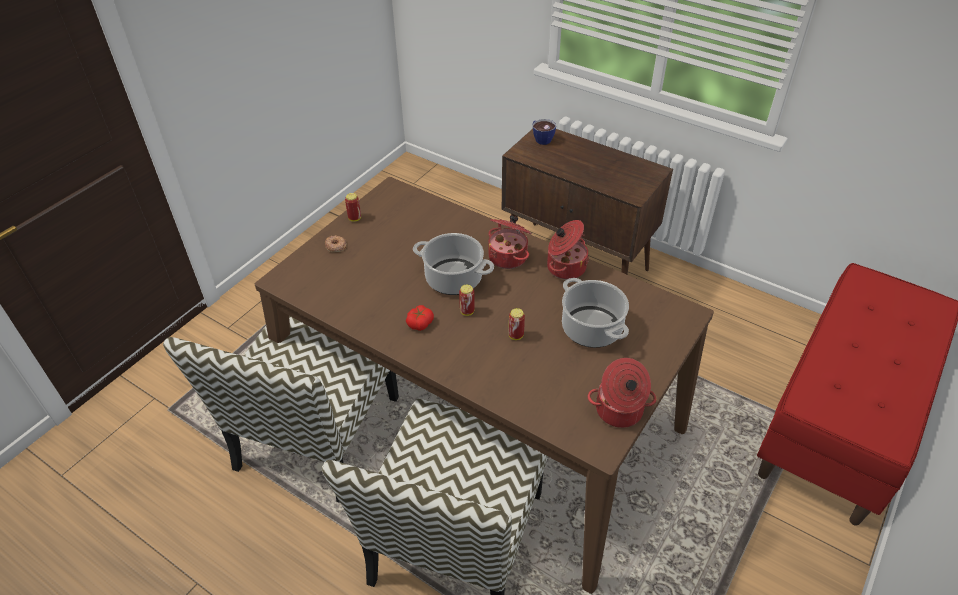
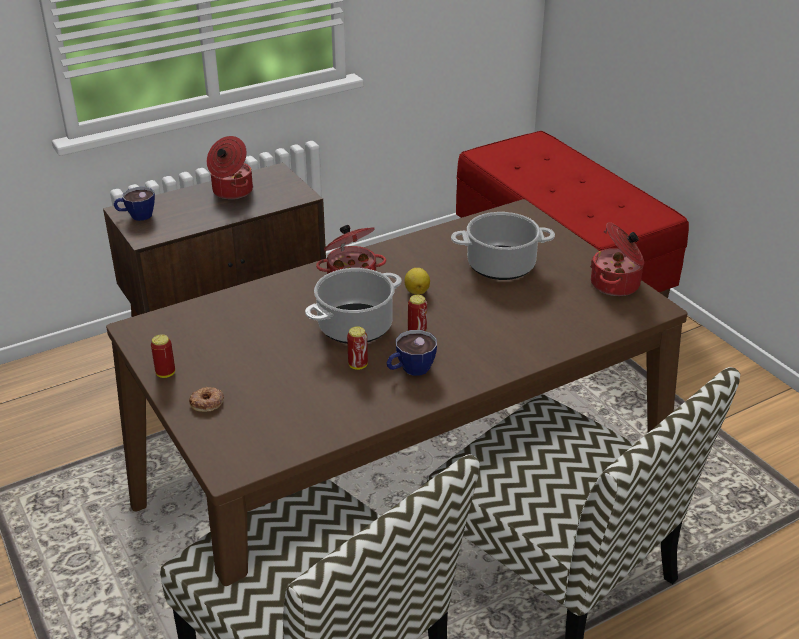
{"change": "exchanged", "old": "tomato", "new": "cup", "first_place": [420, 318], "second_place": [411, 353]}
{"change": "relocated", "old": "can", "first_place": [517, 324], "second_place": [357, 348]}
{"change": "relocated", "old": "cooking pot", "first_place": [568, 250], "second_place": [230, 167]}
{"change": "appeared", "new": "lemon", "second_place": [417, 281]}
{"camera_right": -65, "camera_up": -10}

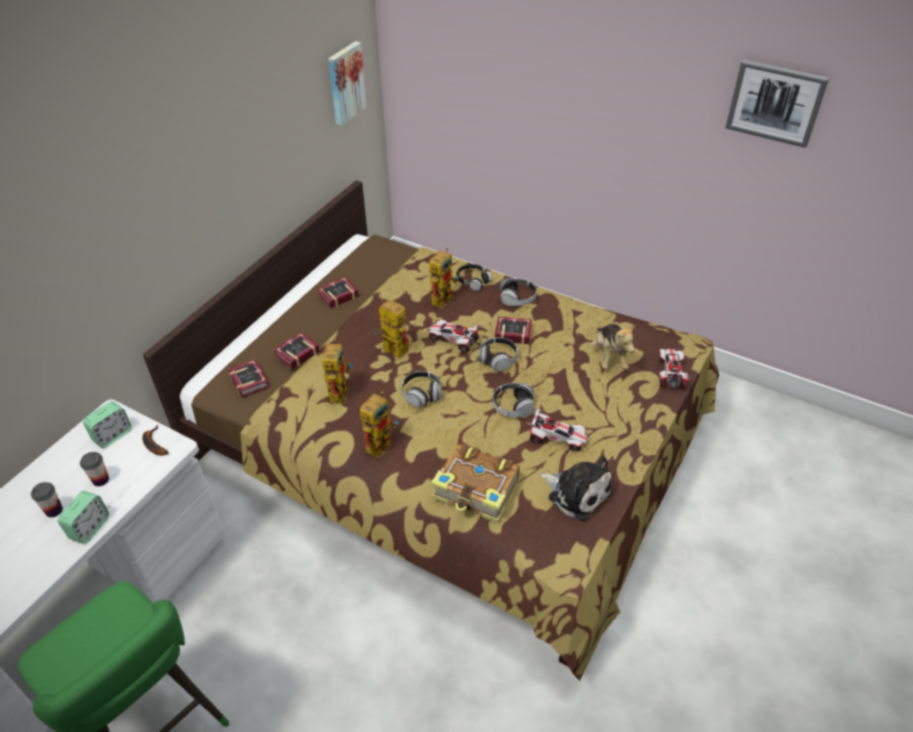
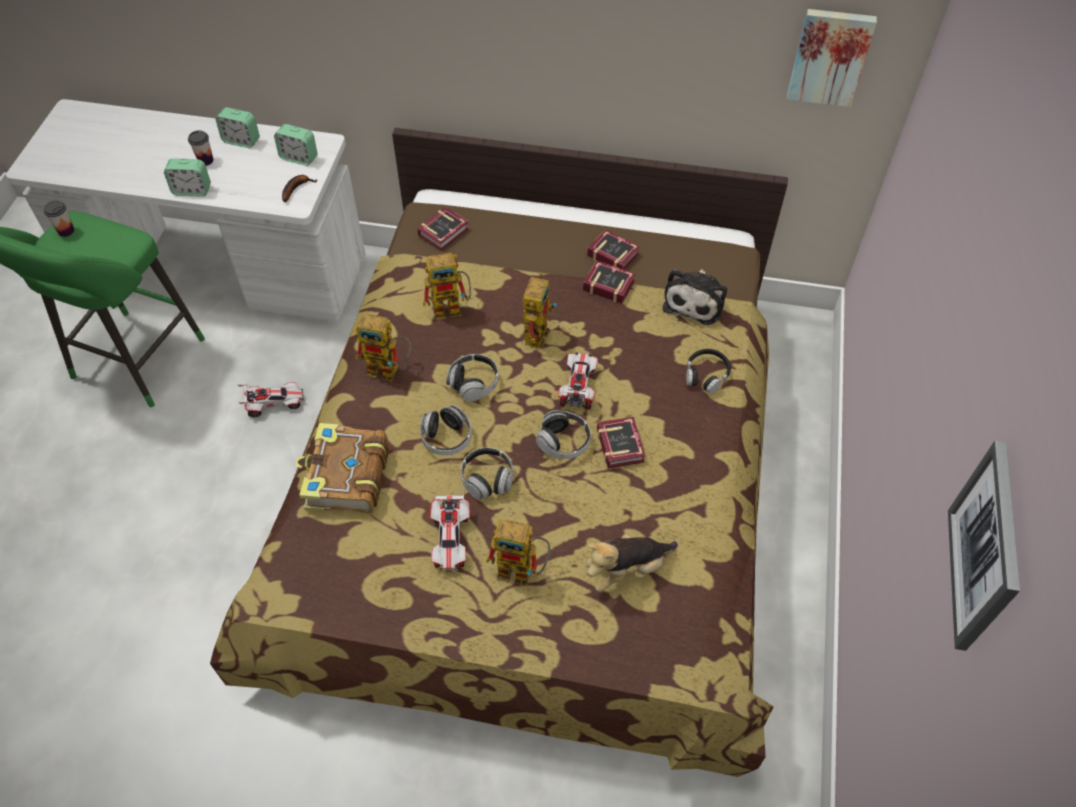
{"change": "relocated", "old": "cup", "first_place": [94, 469], "second_place": [59, 219]}
{"change": "relocated", "old": "book", "first_place": [297, 350], "second_place": [609, 282]}
{"change": "relocated", "old": "toy robot", "first_place": [444, 278], "second_place": [518, 552]}
{"change": "relocated", "old": "headphones", "first_place": [518, 292], "second_place": [446, 430]}
{"change": "relocated", "old": "plush toy", "first_place": [576, 488], "second_place": [695, 297]}
{"change": "relocated", "old": "toy car", "first_place": [674, 368], "second_place": [271, 399]}
{"change": "appeared", "new": "alarm clock", "second_place": [237, 127]}
{"camera_right": 70, "camera_up": 10}

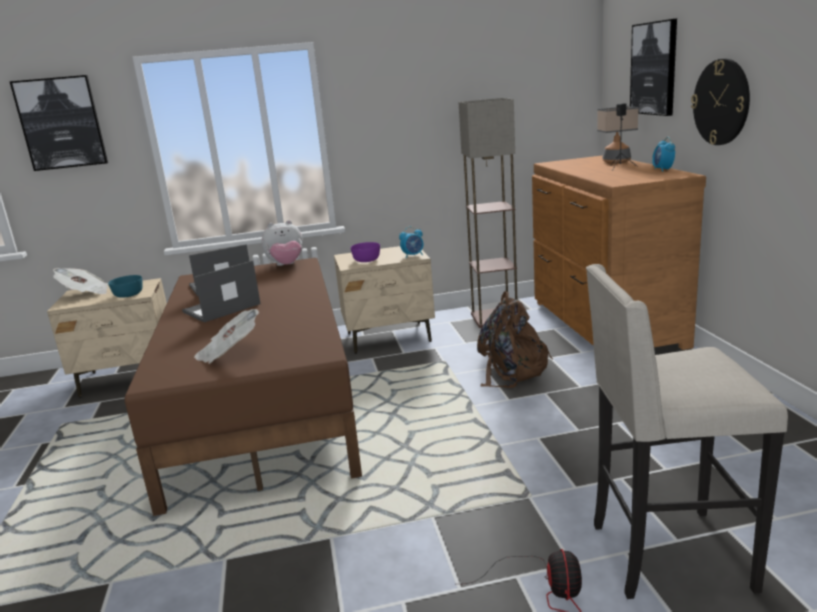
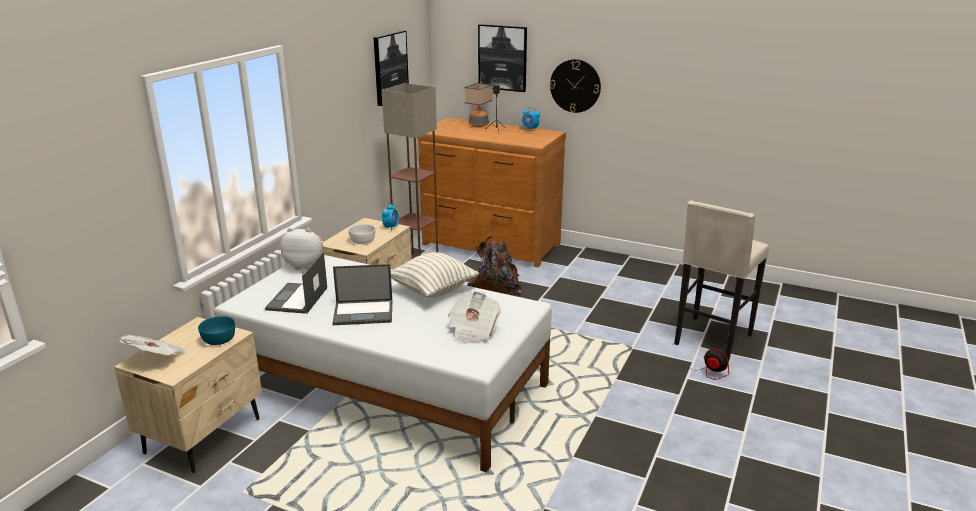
{"change": "relocated", "old": "picture", "first_place": [59, 123], "second_place": [391, 68]}
{"change": "colour", "old": "bed in brown", "new": "bed in white", "first_place": [243, 387], "second_place": [383, 364]}
{"change": "spun", "old": "laptop", "first_place": [221, 291], "second_place": [362, 294], "degrees": -90}
{"change": "spun", "old": "plush toy", "first_place": [282, 243], "second_place": [301, 249], "degrees": -105}
{"change": "colour", "old": "bowl in purple", "new": "bowl in white", "first_place": [365, 252], "second_place": [362, 234]}
{"change": "appeared", "new": "pillow", "second_place": [435, 274]}
{"camera_right": -55, "camera_up": 5}

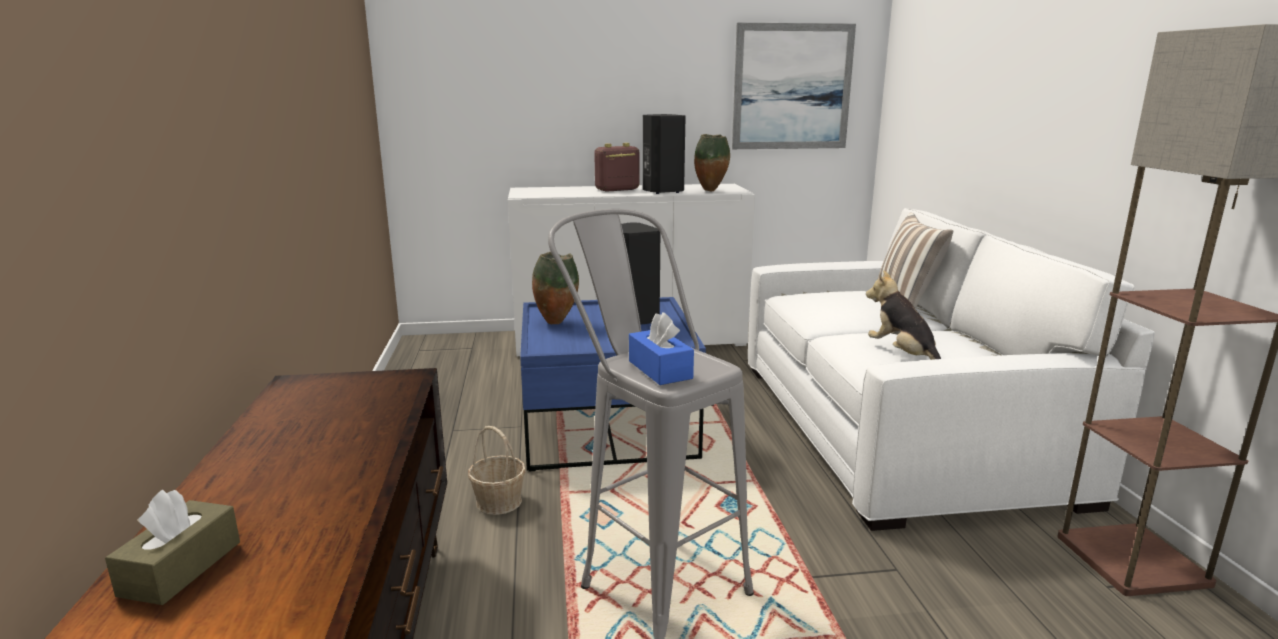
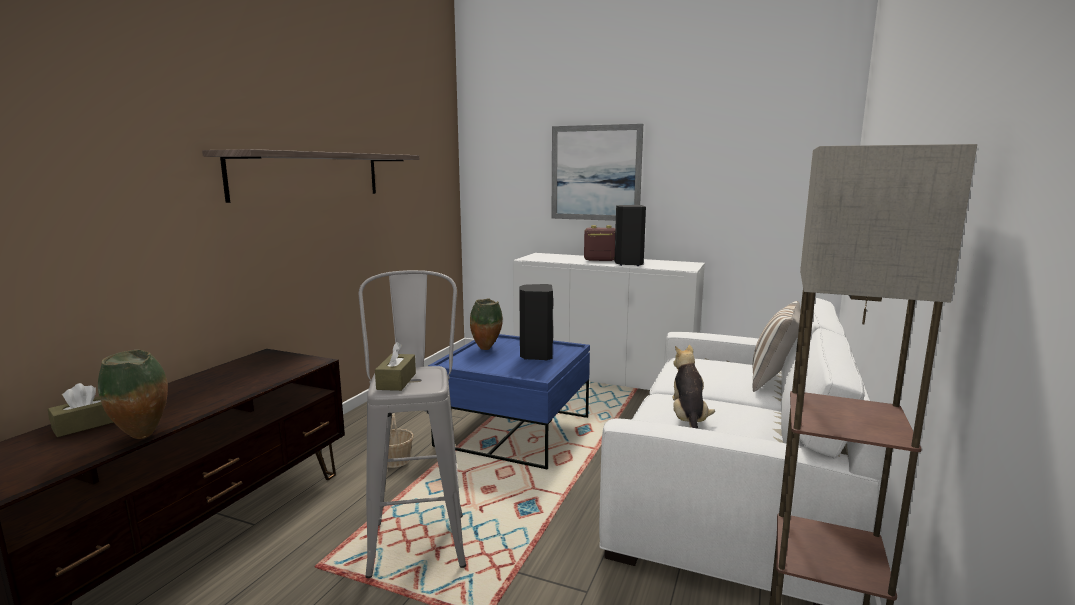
{"change": "colour", "old": "tissue box in blue", "new": "tissue box in brown", "first_place": [661, 348], "second_place": [395, 366]}
{"change": "relocated", "old": "vase", "first_place": [712, 163], "second_place": [133, 394]}
{"change": "relocated", "old": "picture", "first_place": [794, 86], "second_place": [597, 172]}
{"change": "appeared", "new": "shelf", "second_place": [311, 176]}
{"camera_right": 30, "camera_up": -5}

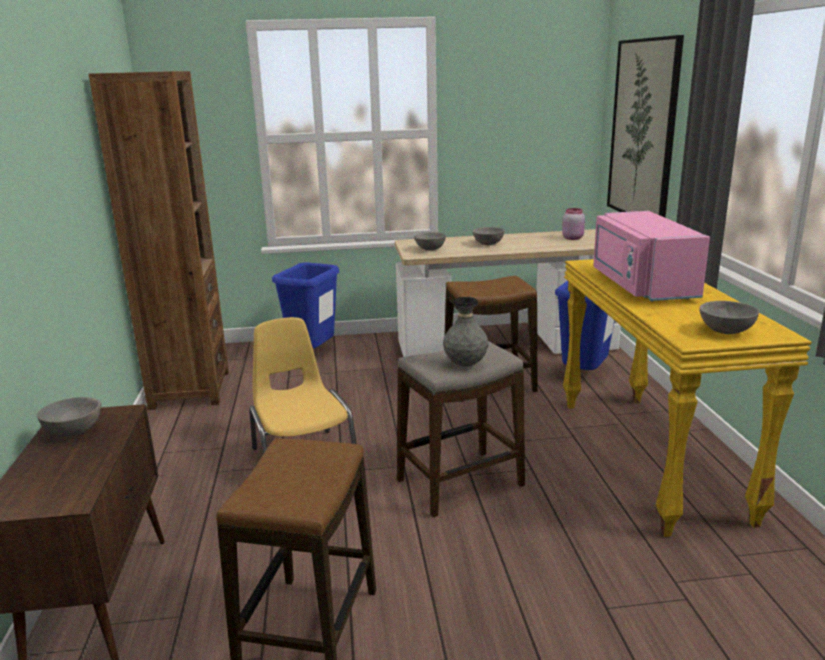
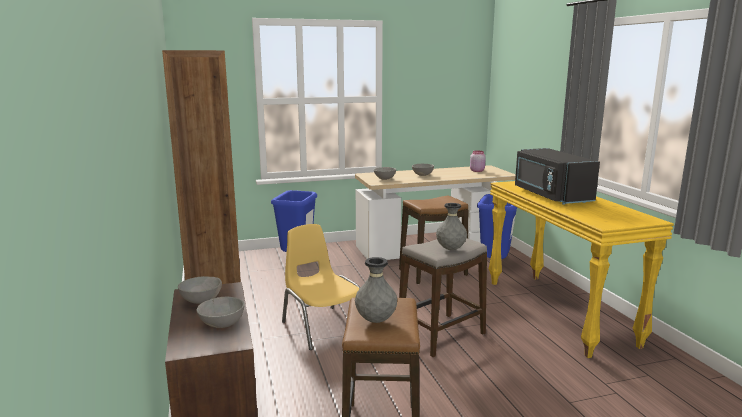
{"change": "colour", "old": "microwave in pink", "new": "microwave in black", "first_place": [651, 256], "second_place": [557, 176]}
{"change": "missing", "old": "picture", "first_place": [645, 126]}
{"change": "relocated", "old": "bowl in grey", "first_place": [729, 317], "second_place": [220, 312]}
{"change": "appeared", "new": "vase in grey", "second_place": [376, 290]}
{"camera_right": -10, "camera_up": -5}

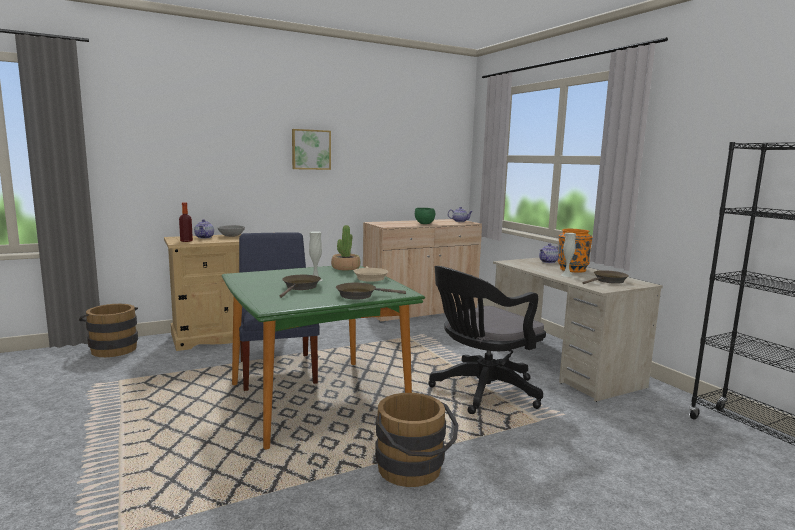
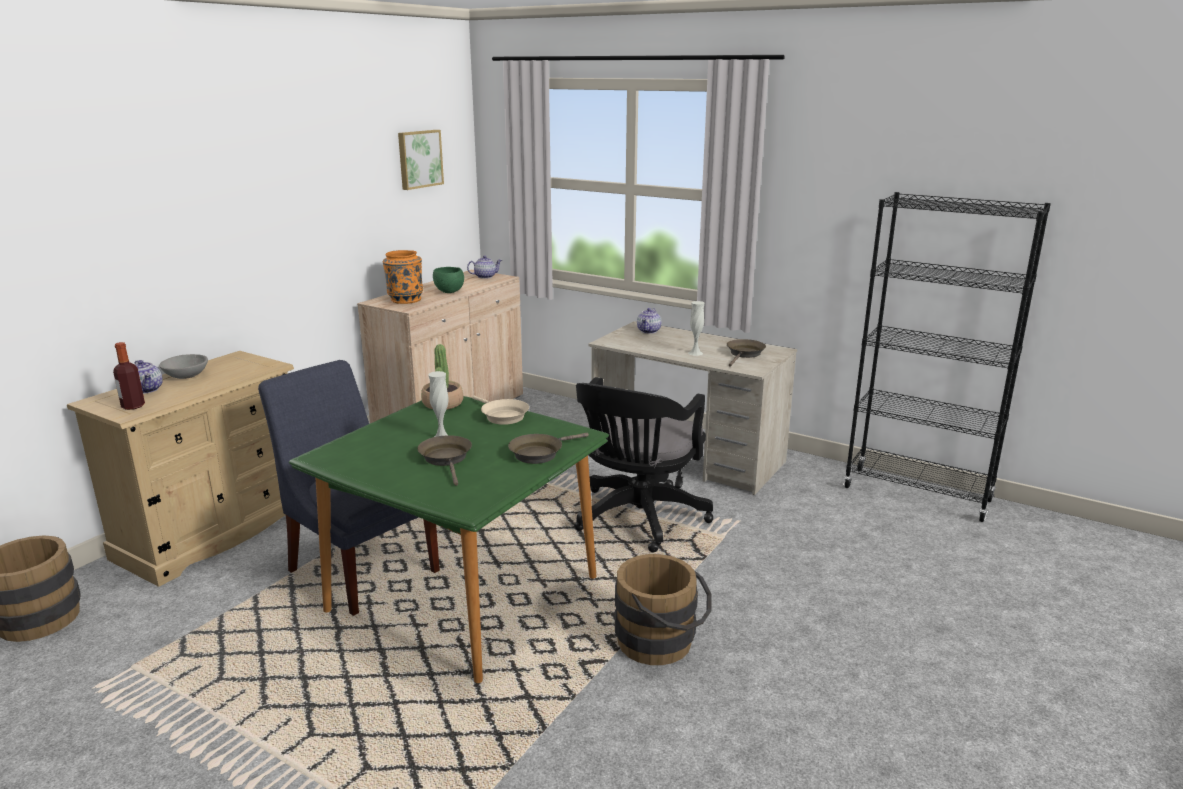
{"change": "relocated", "old": "picture", "first_place": [311, 149], "second_place": [421, 160]}
{"change": "relocated", "old": "vase in orange", "first_place": [575, 251], "second_place": [403, 277]}
{"camera_right": -30, "camera_up": 10}

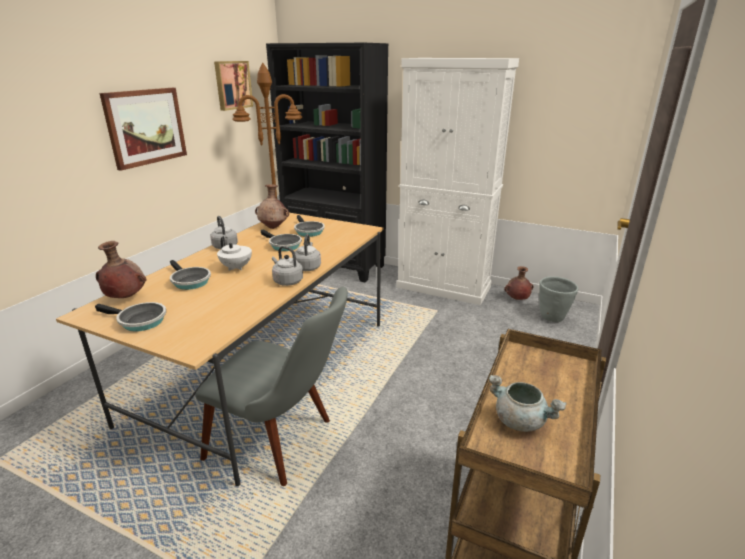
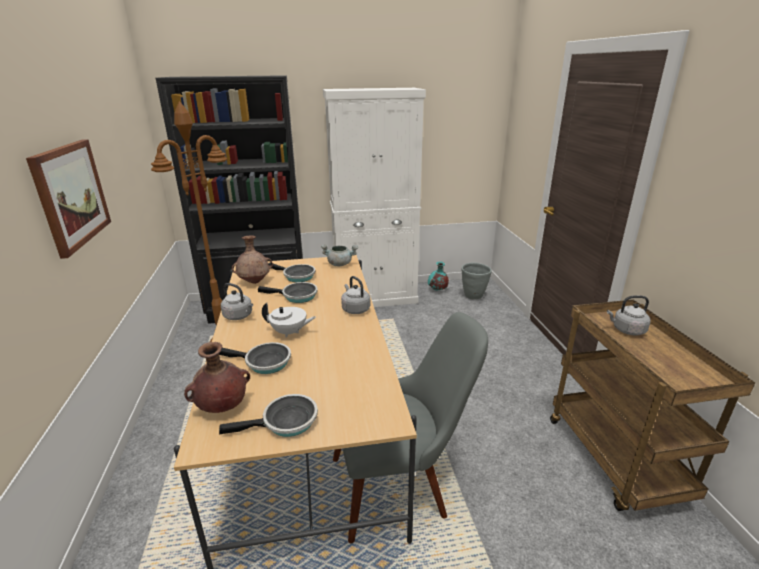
{"change": "missing", "old": "picture", "first_place": [233, 86]}
{"change": "relocated", "old": "kettle in grey", "first_place": [287, 266], "second_place": [629, 315]}
{"change": "relocated", "old": "cooking pot in grey", "first_place": [527, 403], "second_place": [339, 255]}
{"change": "colour", "old": "vase in brown", "new": "vase in turquoise", "first_place": [519, 283], "second_place": [438, 275]}
{"camera_right": -35, "camera_up": 0}

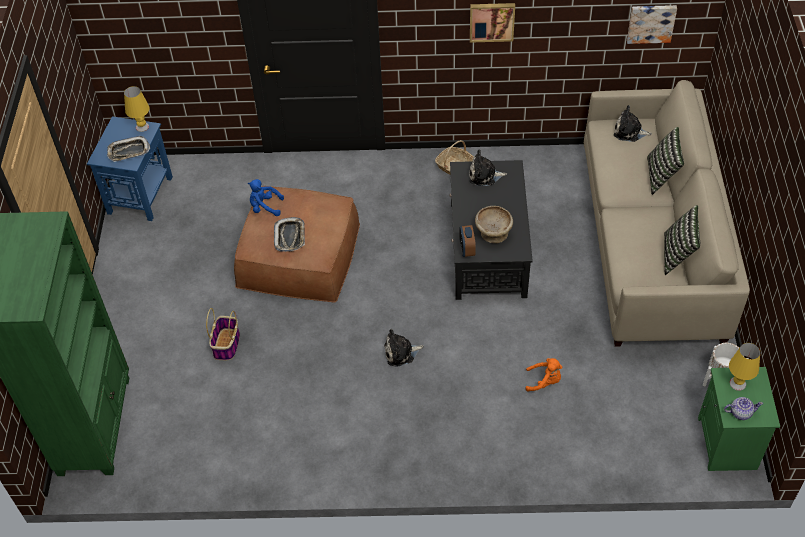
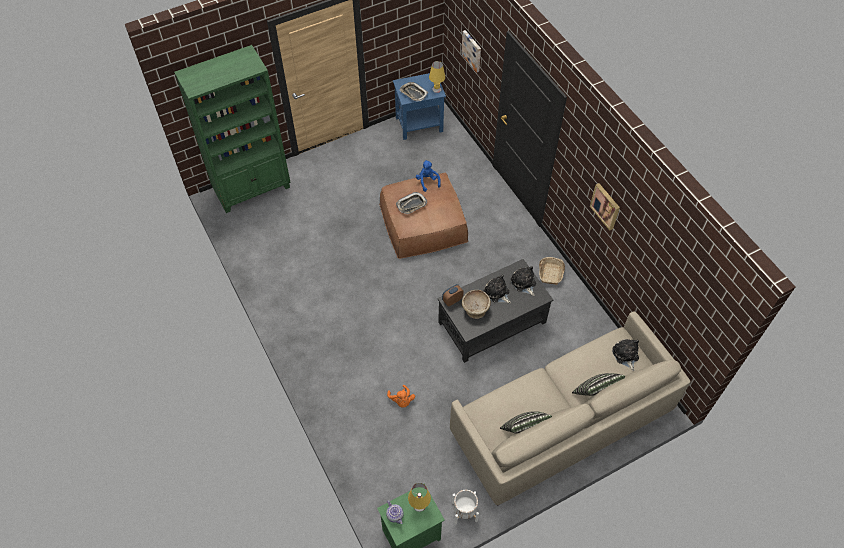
{"change": "missing", "old": "basket", "first_place": [223, 334]}
{"change": "relocated", "old": "plush toy", "first_place": [404, 348], "second_place": [497, 289]}
{"change": "relocated", "old": "picture", "first_place": [652, 24], "second_place": [471, 51]}
{"camera_right": 60, "camera_up": 5}

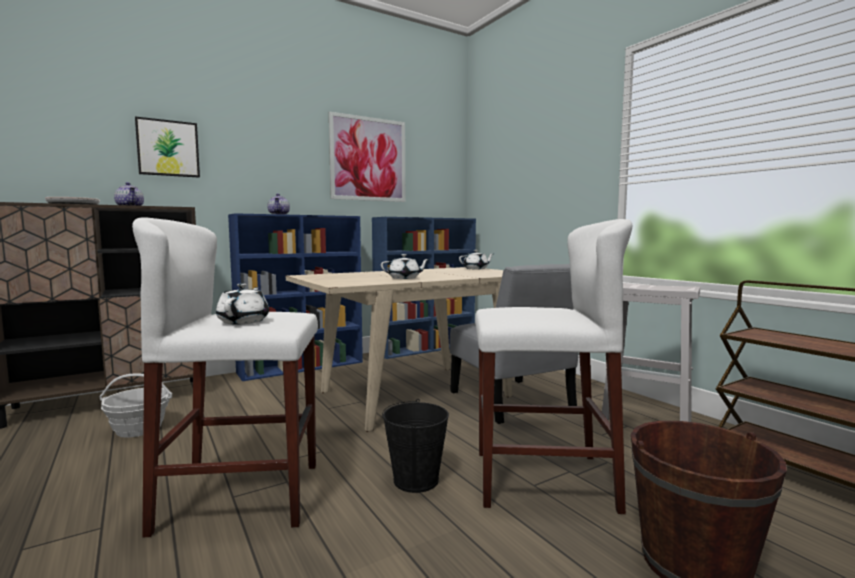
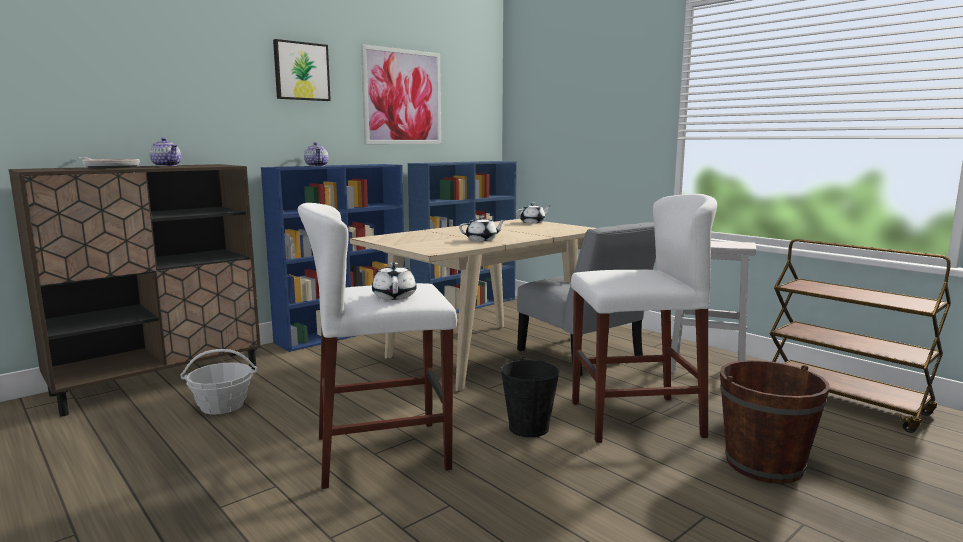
{"change": "relocated", "old": "picture", "first_place": [167, 147], "second_place": [302, 70]}
{"camera_right": -10, "camera_up": 5}

